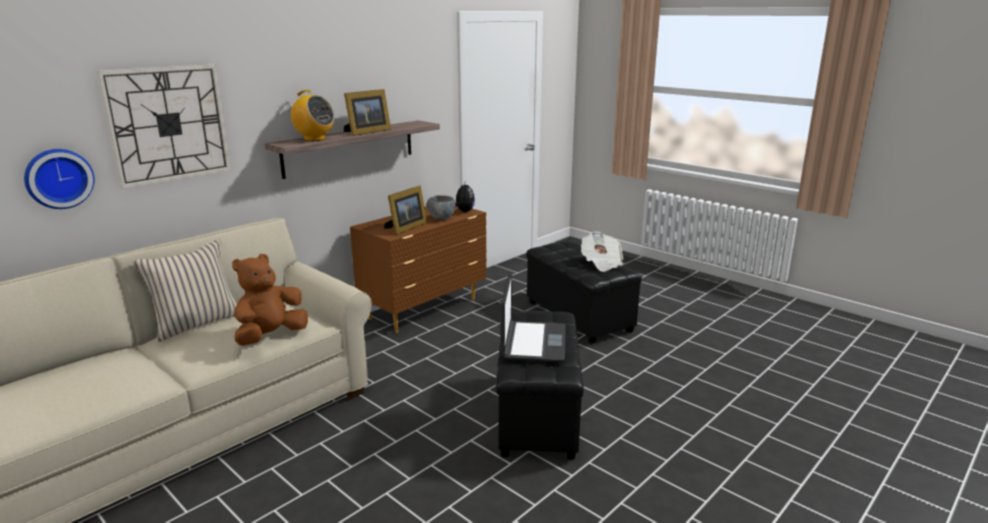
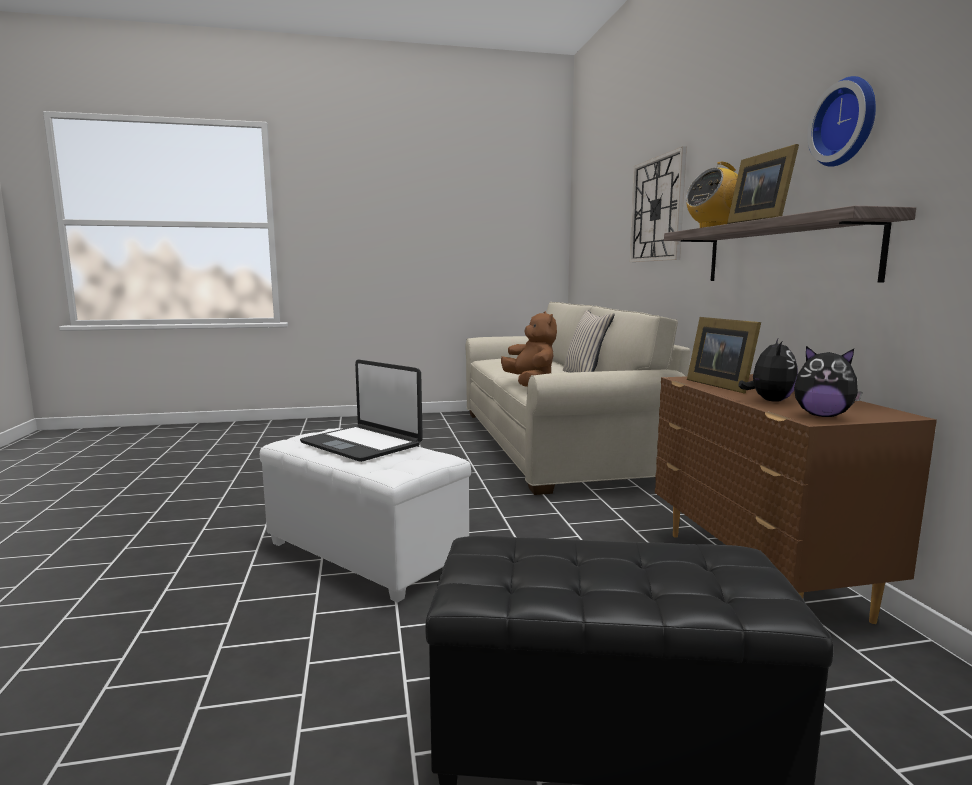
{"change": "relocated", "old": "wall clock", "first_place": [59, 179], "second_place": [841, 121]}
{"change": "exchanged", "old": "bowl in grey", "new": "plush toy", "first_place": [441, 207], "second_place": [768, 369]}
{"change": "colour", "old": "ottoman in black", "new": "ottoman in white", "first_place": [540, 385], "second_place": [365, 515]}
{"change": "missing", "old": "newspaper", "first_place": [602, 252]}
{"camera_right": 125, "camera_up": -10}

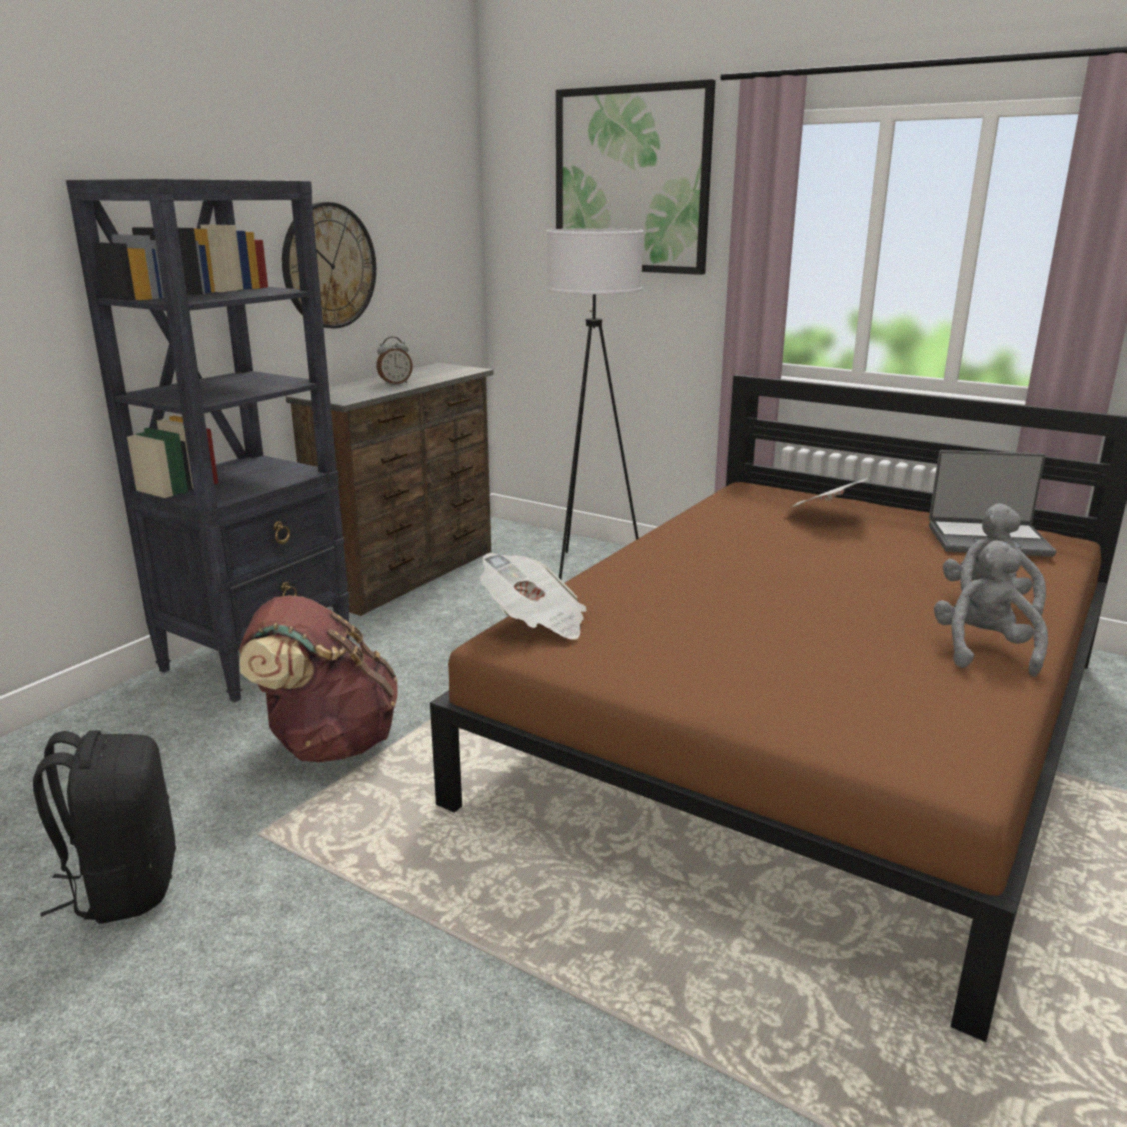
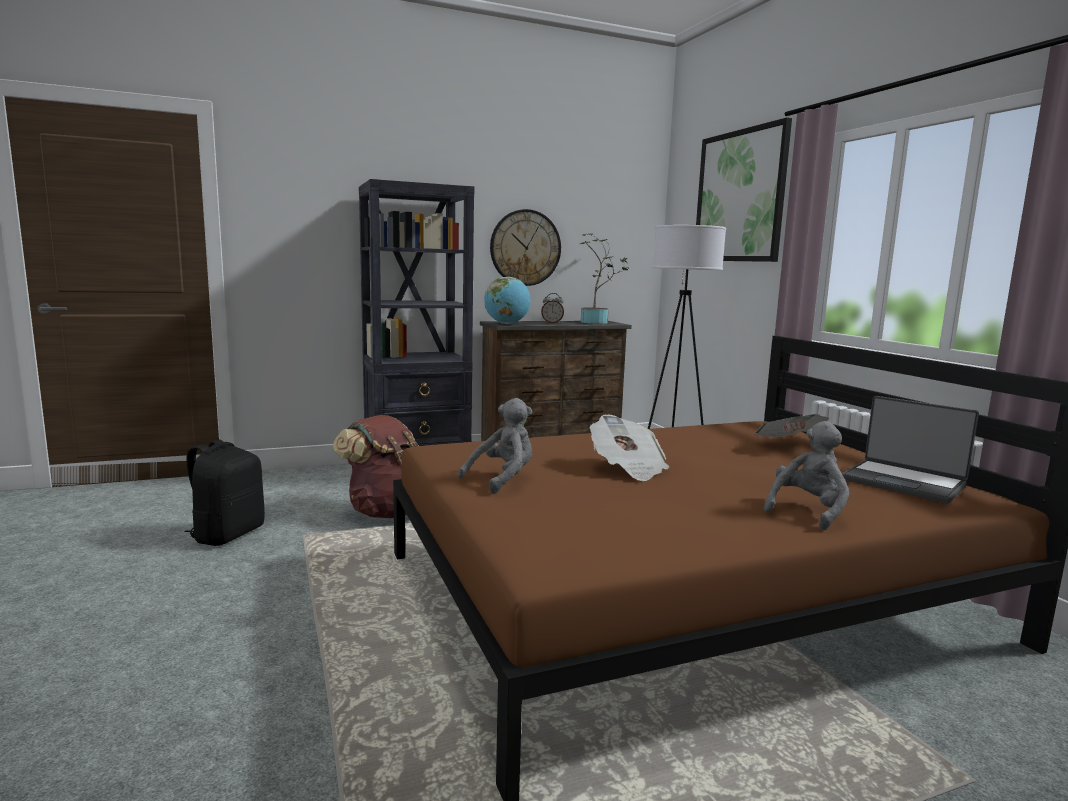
{"change": "relocated", "old": "newspaper", "first_place": [533, 596], "second_place": [629, 447]}
{"change": "relocated", "old": "plush toy in grey", "first_place": [991, 608], "second_place": [495, 446]}
{"change": "appeared", "new": "globe", "second_place": [507, 300]}
{"change": "appeared", "new": "potted plant", "second_place": [604, 278]}
{"camera_right": 35, "camera_up": -10}

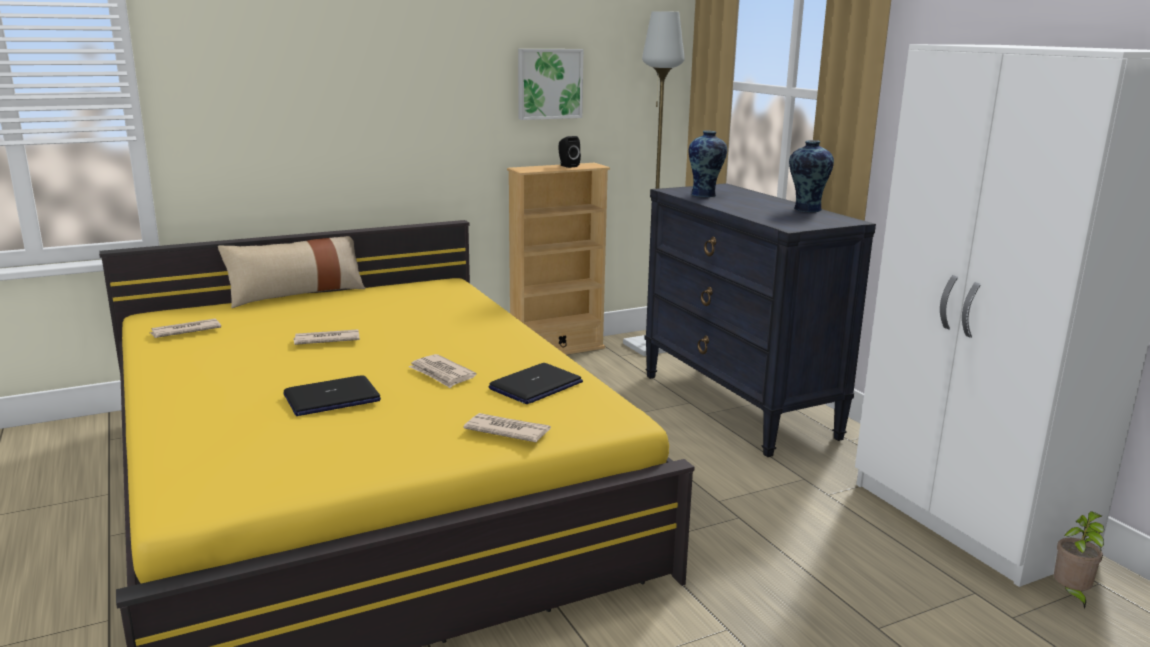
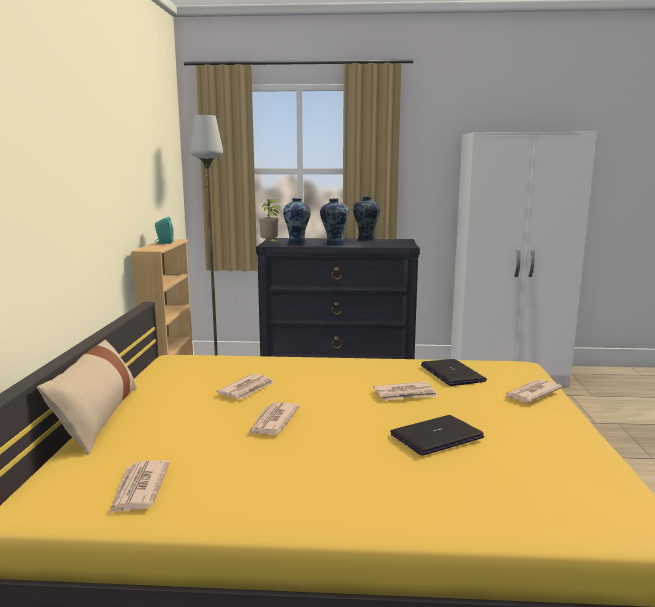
{"change": "spun", "old": "laptop", "first_place": [332, 396], "second_place": [437, 435], "degrees": -120}
{"change": "missing", "old": "picture", "first_place": [550, 84]}
{"change": "colour", "old": "speaker in black", "new": "speaker in turquoise", "first_place": [569, 152], "second_place": [164, 230]}
{"change": "relocated", "old": "potted plant", "first_place": [1079, 560], "second_place": [269, 221]}
{"change": "appeared", "new": "newspaper", "second_place": [245, 386]}
{"change": "appeared", "new": "vase", "second_place": [334, 222]}
{"camera_right": -60, "camera_up": -5}

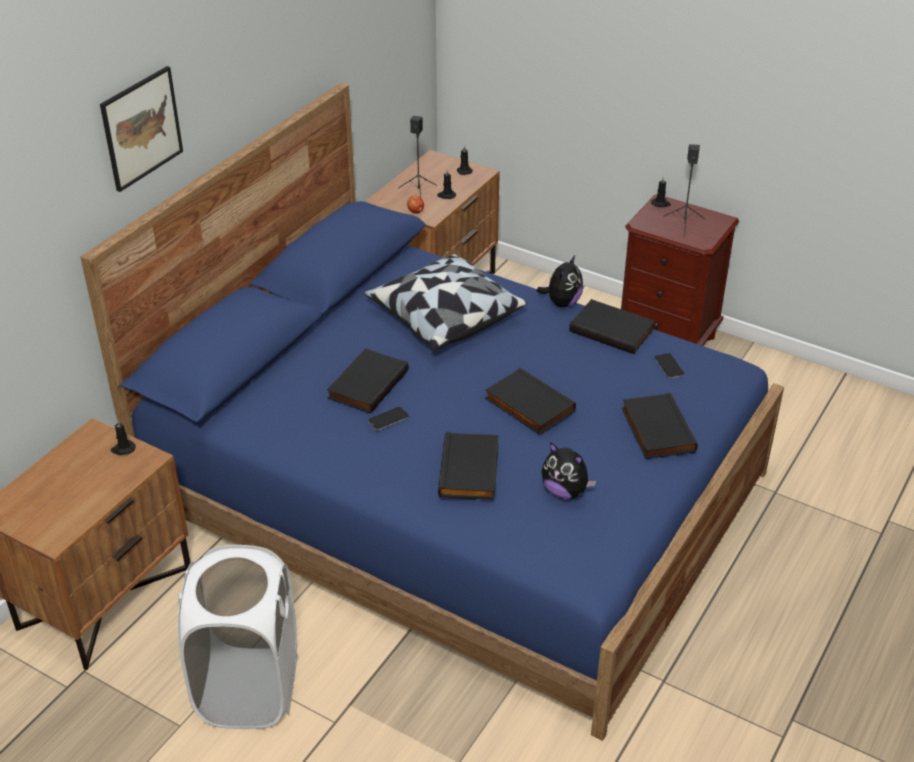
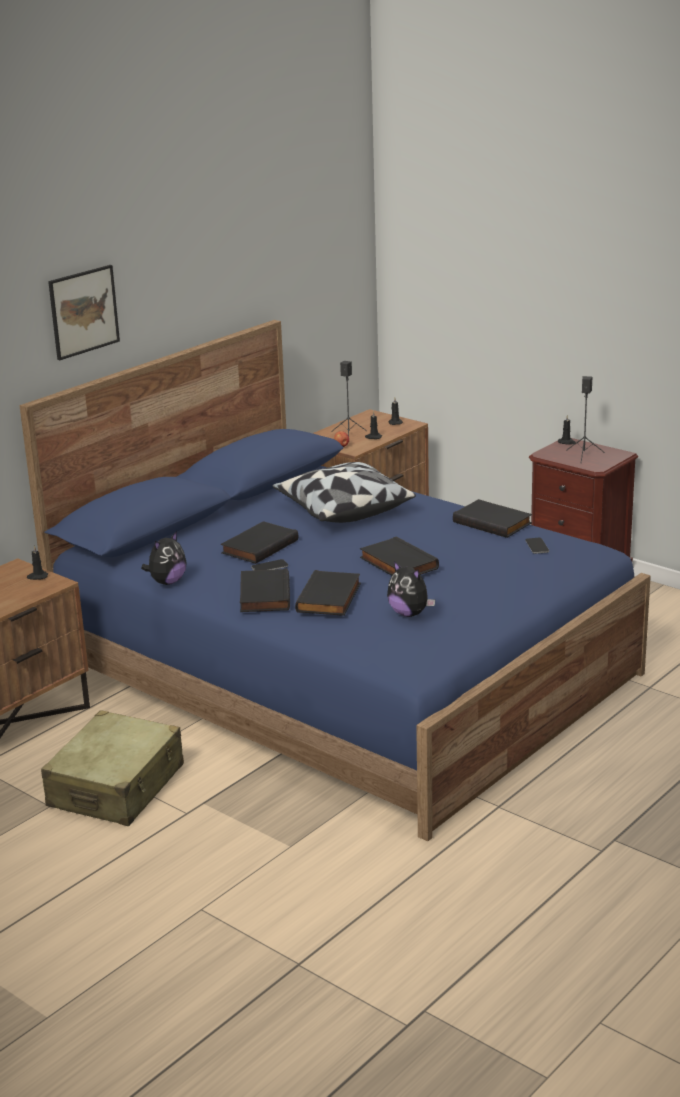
{"change": "exchanged", "old": "laundry basket in white", "new": "suitcase in beige", "first_place": [237, 637], "second_place": [112, 768]}
{"change": "relocated", "old": "plush toy", "first_place": [560, 281], "second_place": [164, 558]}
{"change": "relocated", "old": "book in black", "first_place": [660, 426], "second_place": [265, 590]}
{"camera_right": 10, "camera_up": -15}

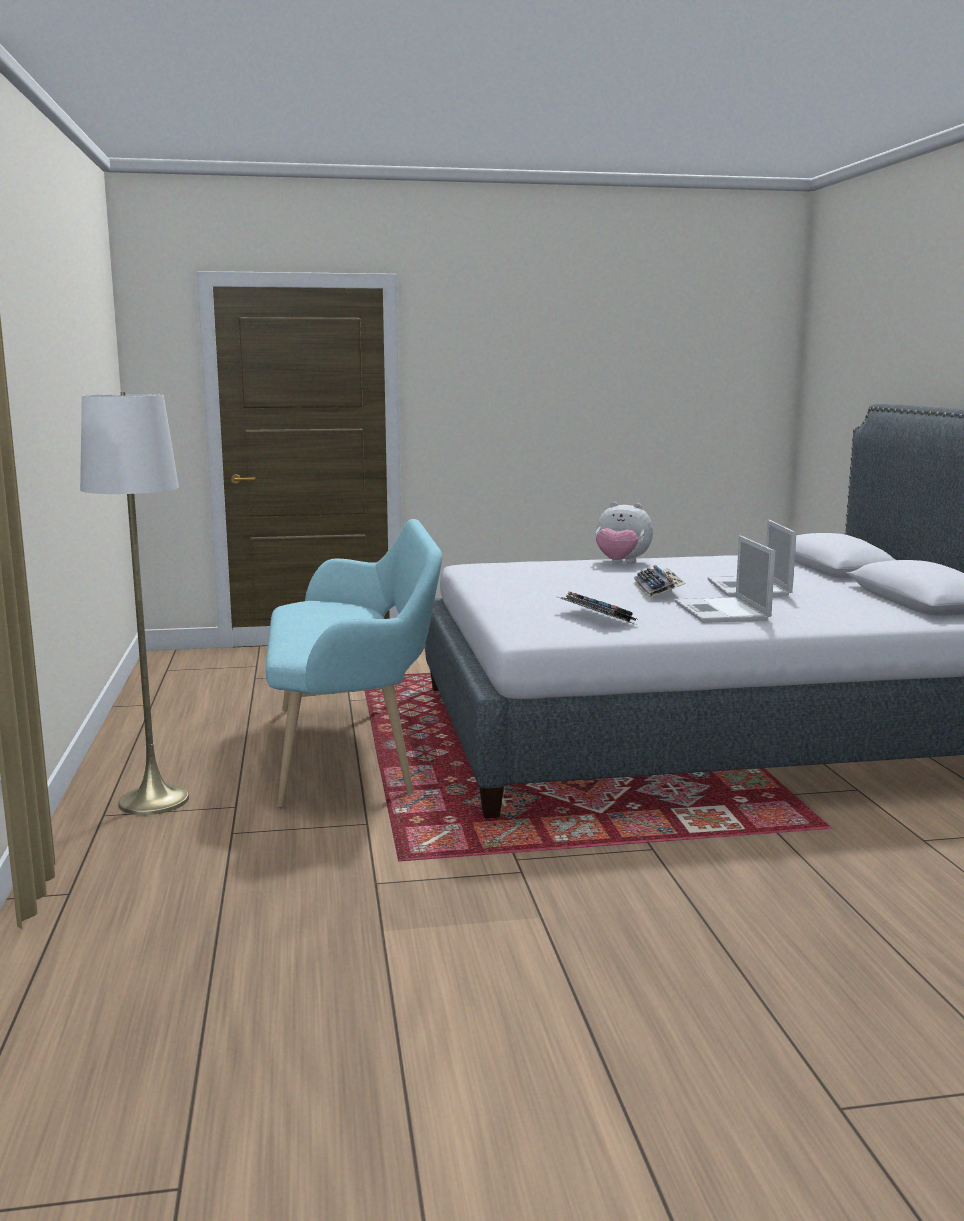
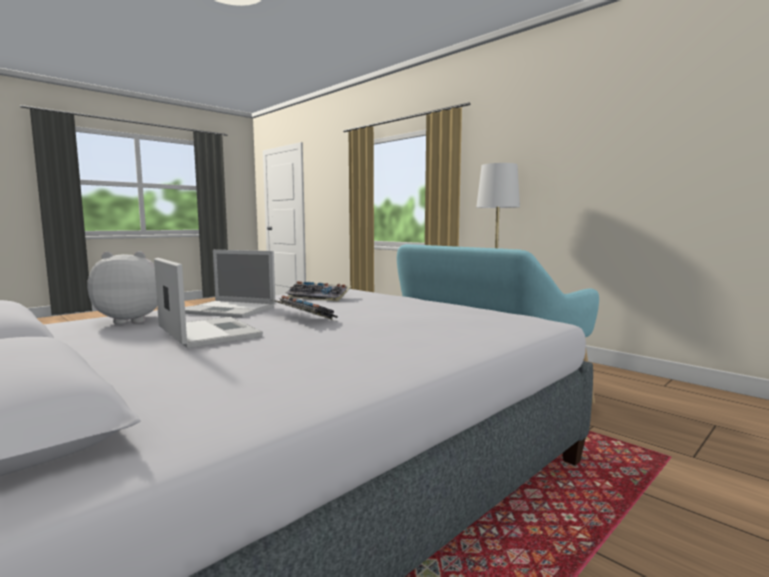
{"change": "relocated", "old": "plush toy", "first_place": [624, 532], "second_place": [122, 287]}
{"change": "spun", "old": "laptop", "first_place": [725, 579], "second_place": [230, 284], "degrees": 150}
{"camera_right": 145, "camera_up": -5}

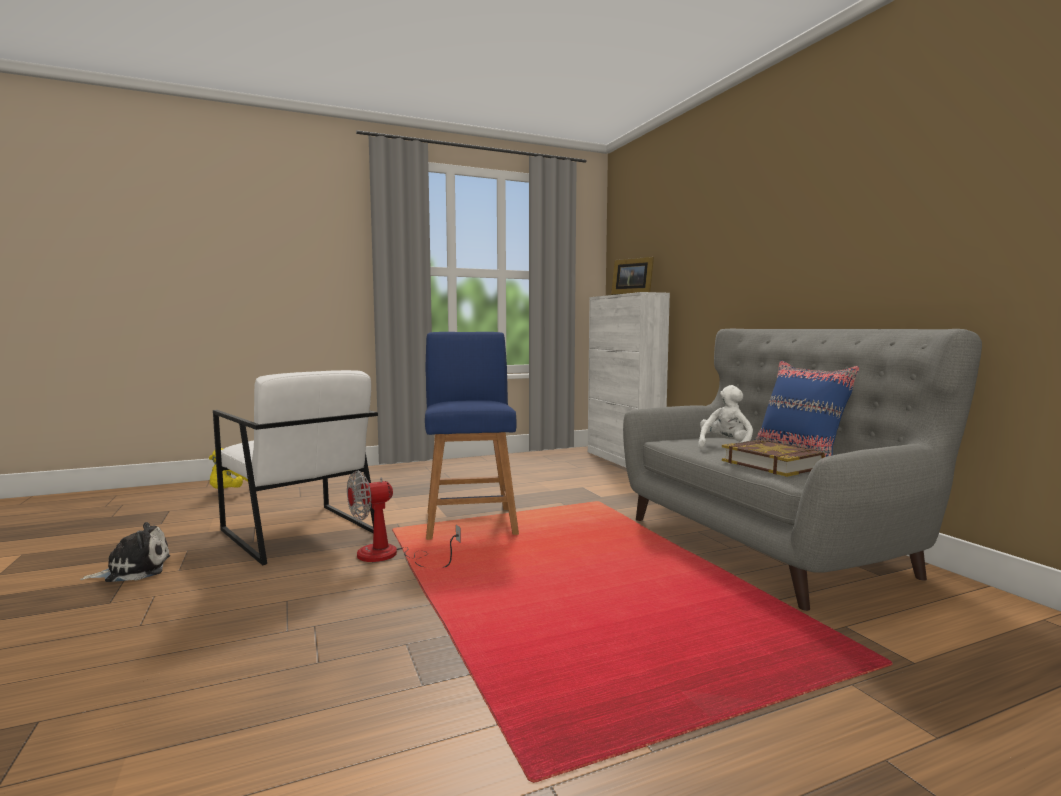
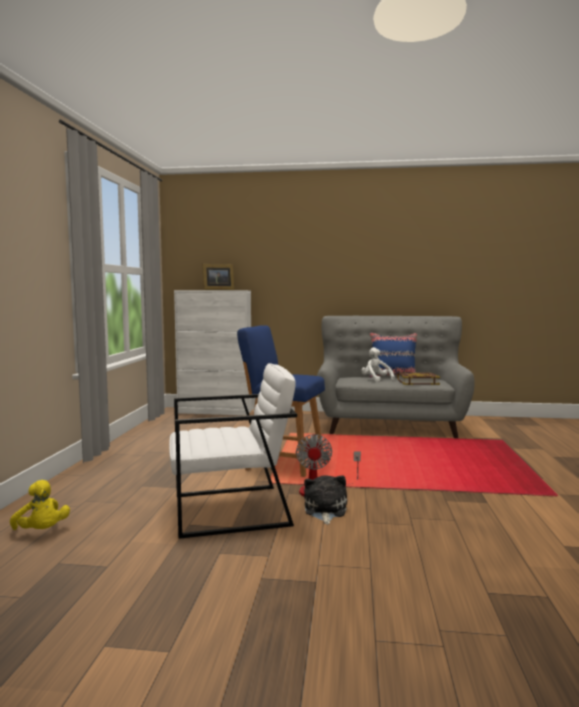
{"change": "relocated", "old": "plush toy", "first_place": [125, 552], "second_place": [325, 500]}
{"camera_right": -60, "camera_up": 0}

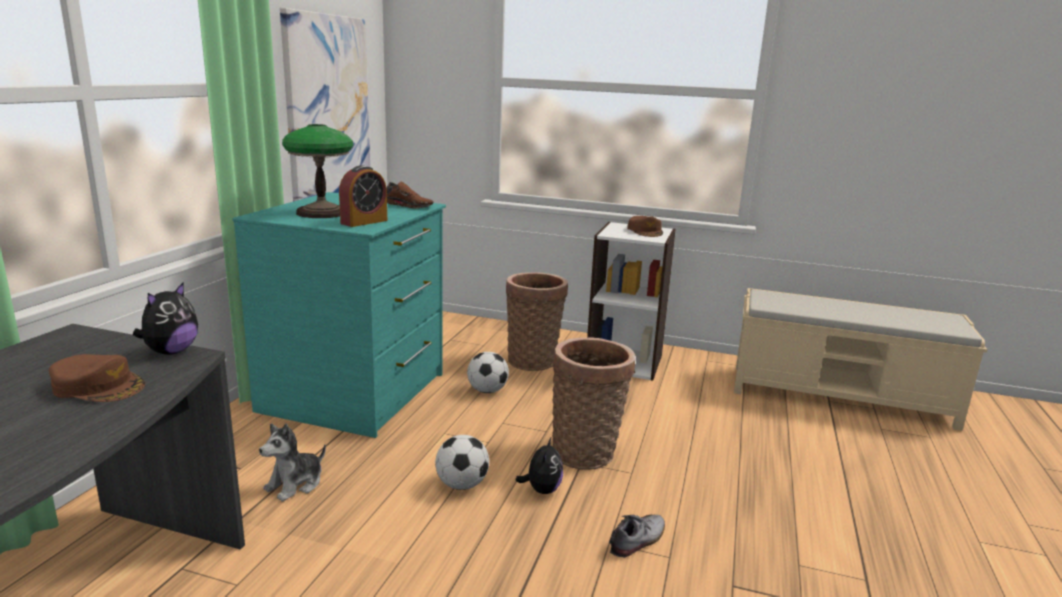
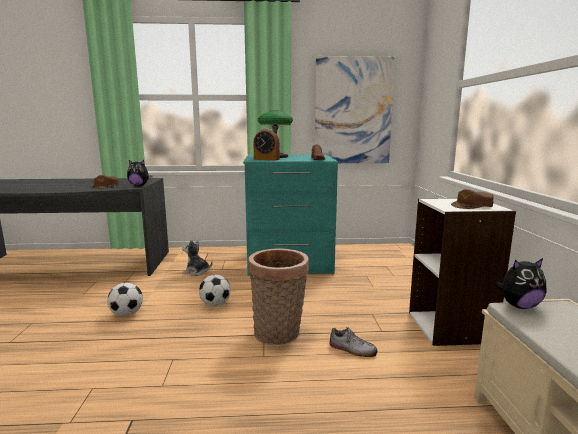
{"change": "relocated", "old": "football", "first_place": [488, 372], "second_place": [125, 299]}
{"change": "missing", "old": "basket", "first_place": [537, 322]}
{"change": "relocated", "old": "plush toy", "first_place": [539, 466], "second_place": [520, 283]}
{"change": "relocated", "old": "shoe", "first_place": [637, 536], "second_place": [353, 342]}
{"camera_right": 70, "camera_up": -5}

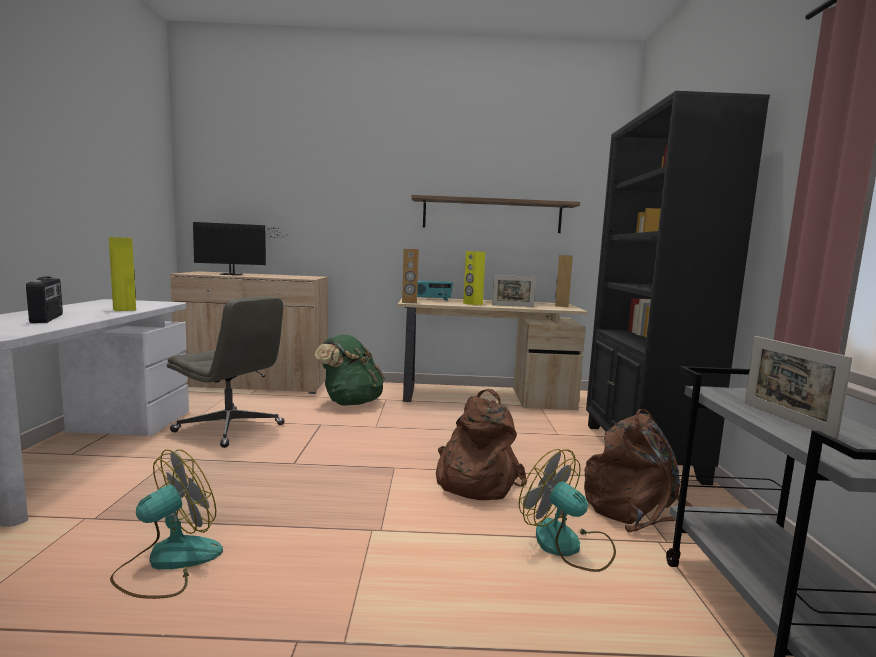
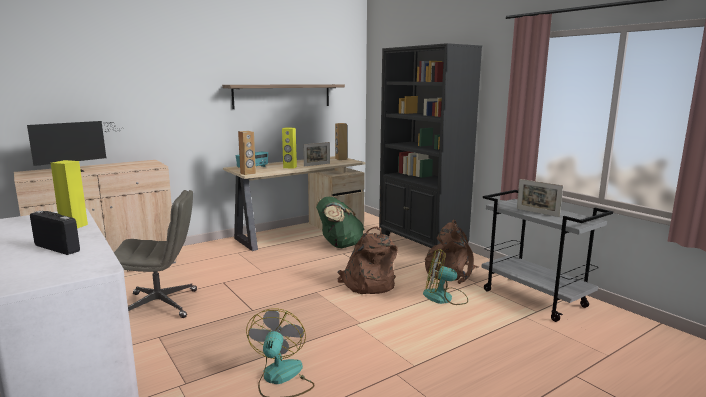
{"change": "relocated", "old": "backpack in green", "first_place": [349, 370], "second_place": [340, 222]}
{"camera_right": -35, "camera_up": 5}

